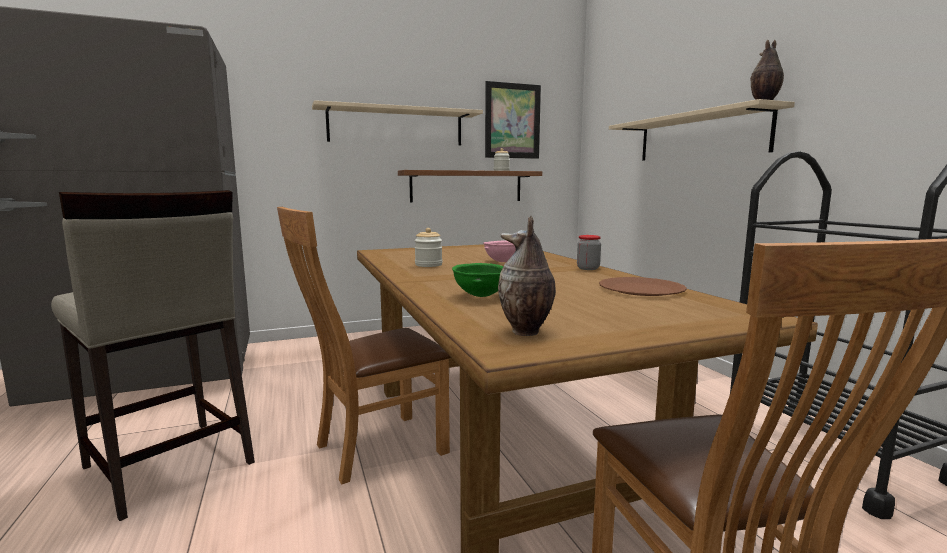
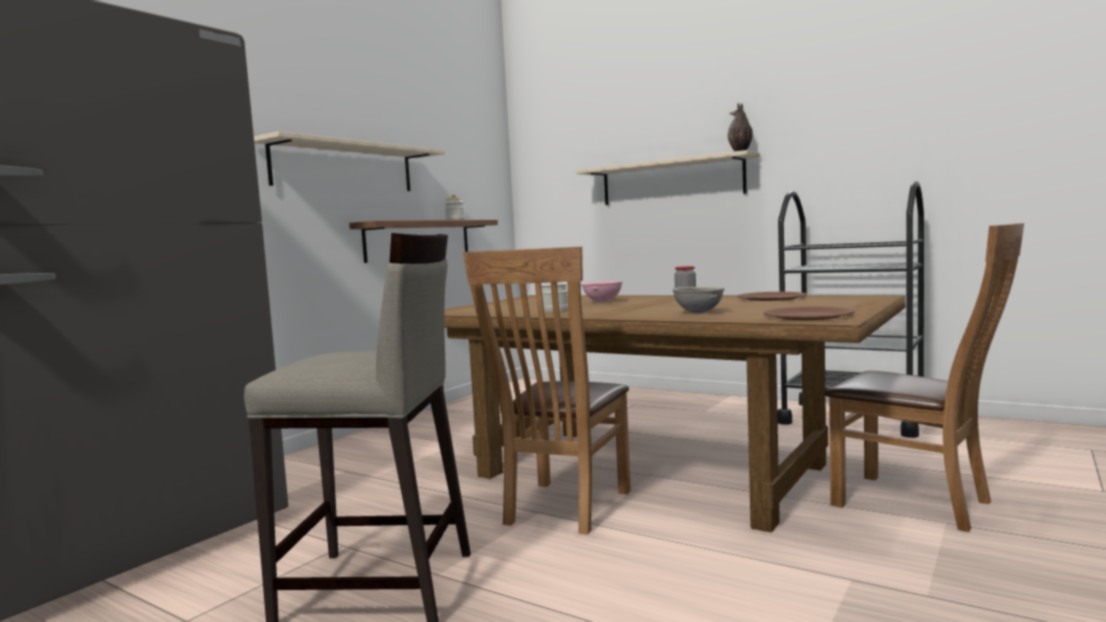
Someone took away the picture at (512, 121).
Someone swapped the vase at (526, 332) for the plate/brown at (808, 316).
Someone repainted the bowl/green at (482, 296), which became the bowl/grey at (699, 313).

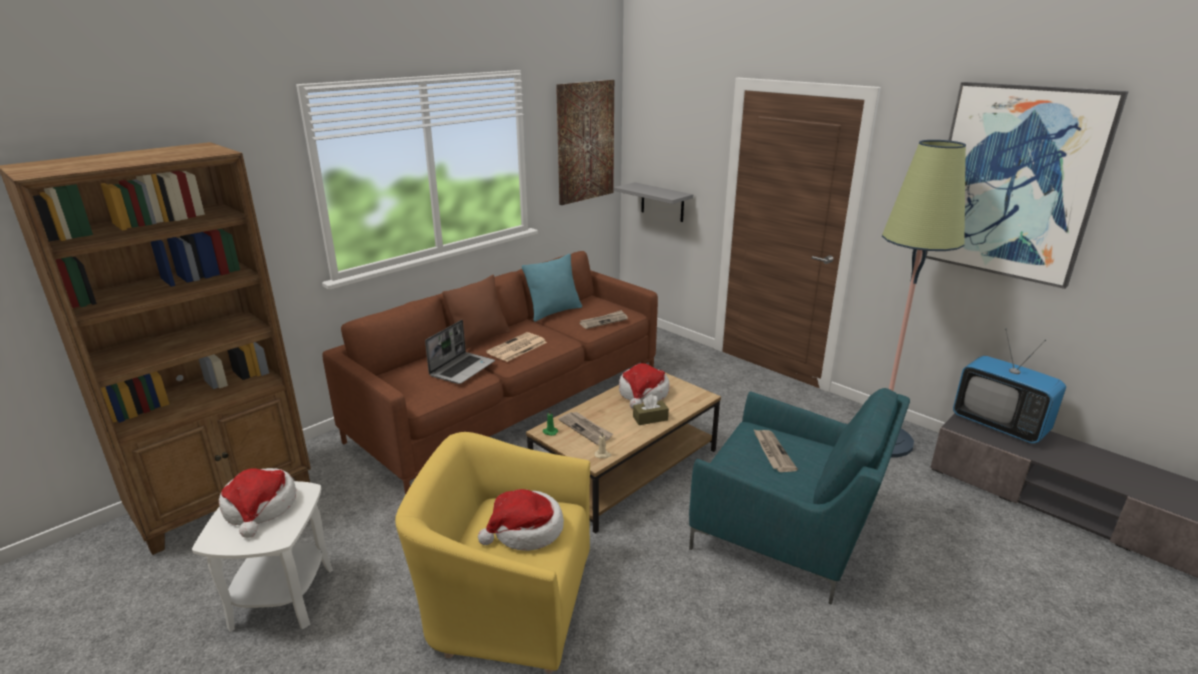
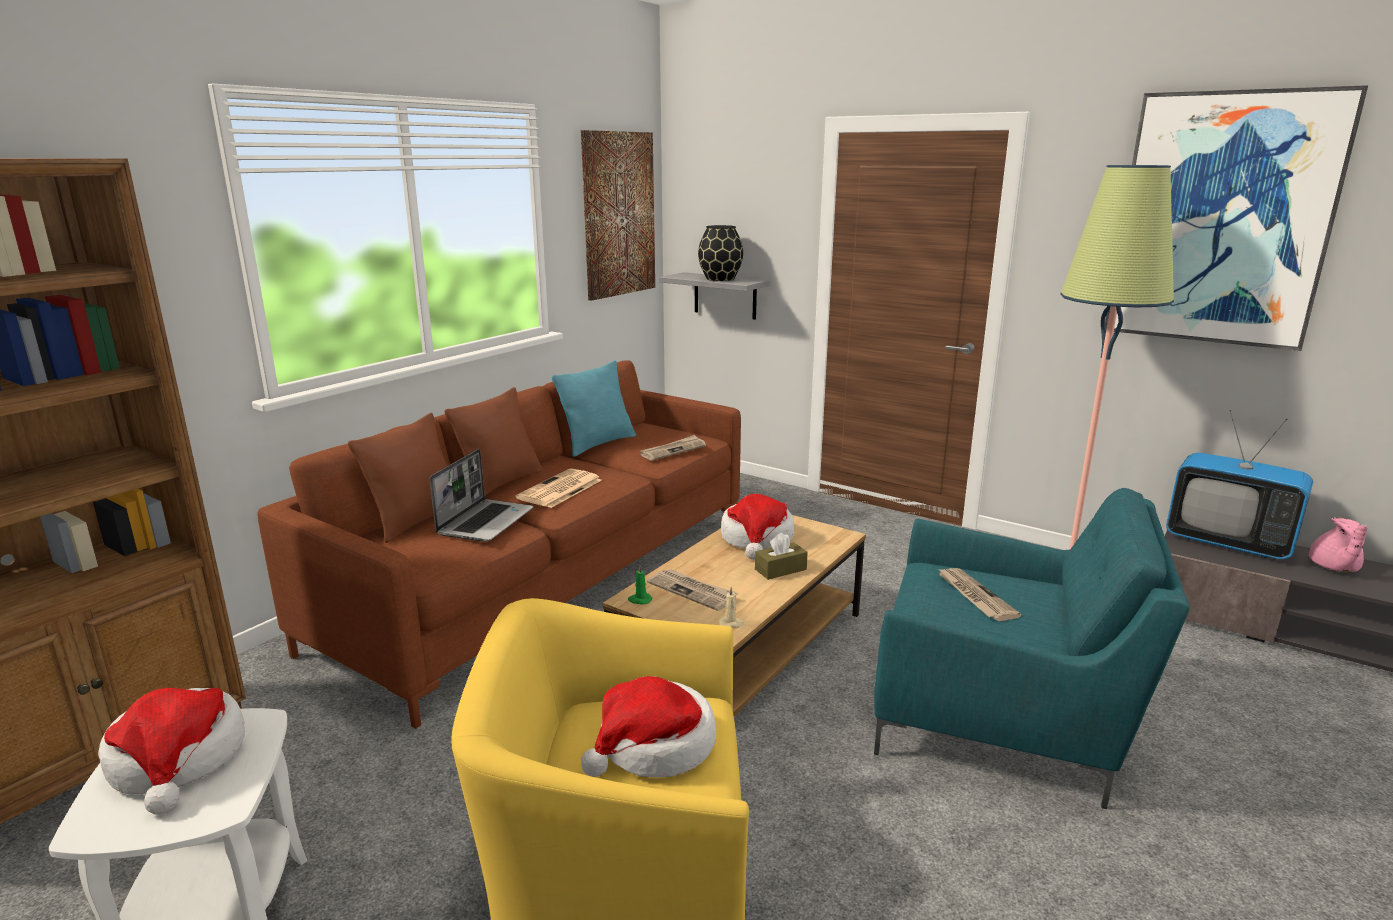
Someone put down the pillow/brown at (417, 520).
Someone put down the vase/black at (719, 279).
Someone put down the teapot/pink at (1333, 567).

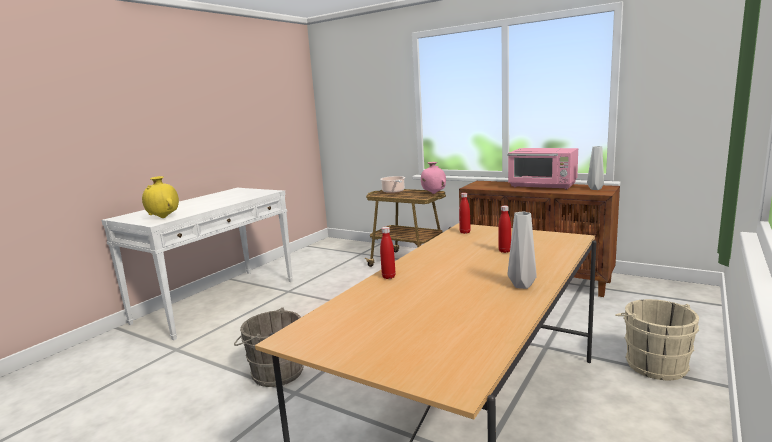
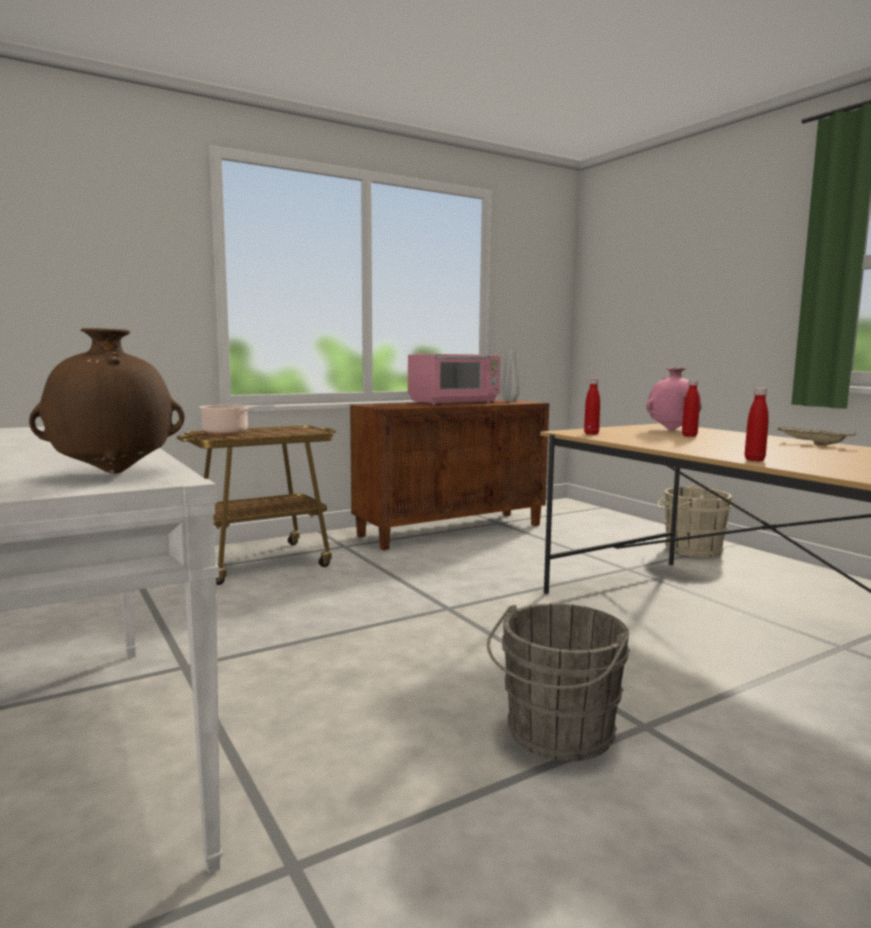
Someone carried the vase/pink from (433, 193) to (671, 430).
Someone swapped the vase/grey at (522, 285) for the tray/beige at (811, 444).
Someone repainted the vase/yellow at (164, 217), which became the vase/brown at (115, 473).

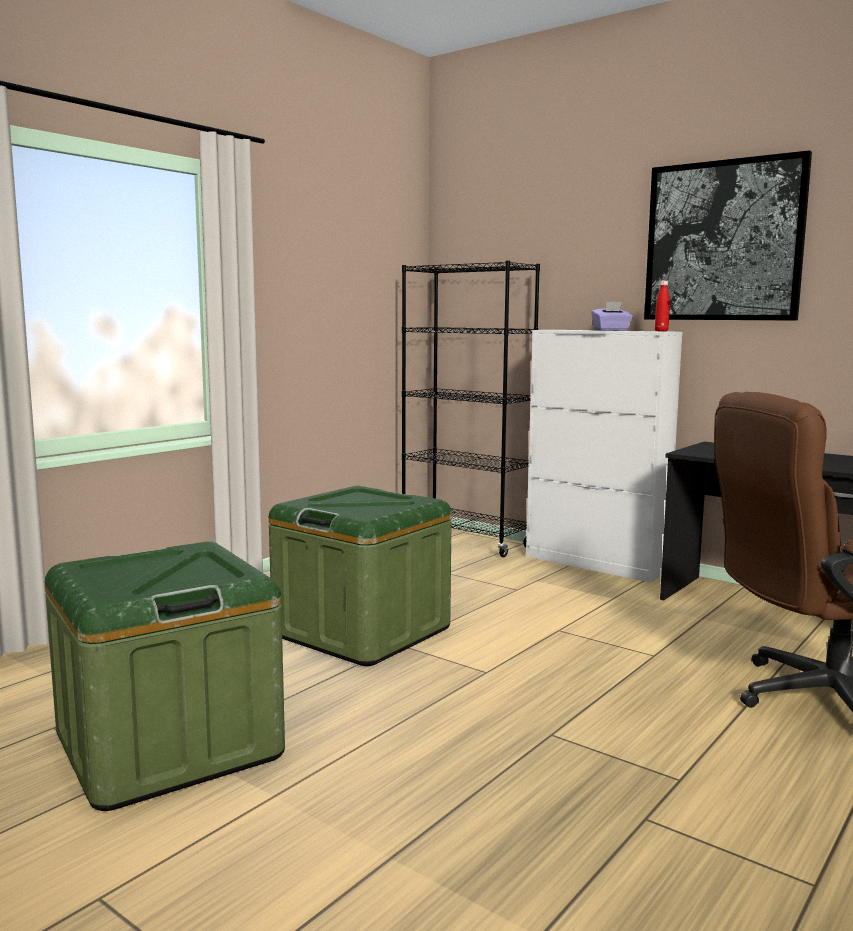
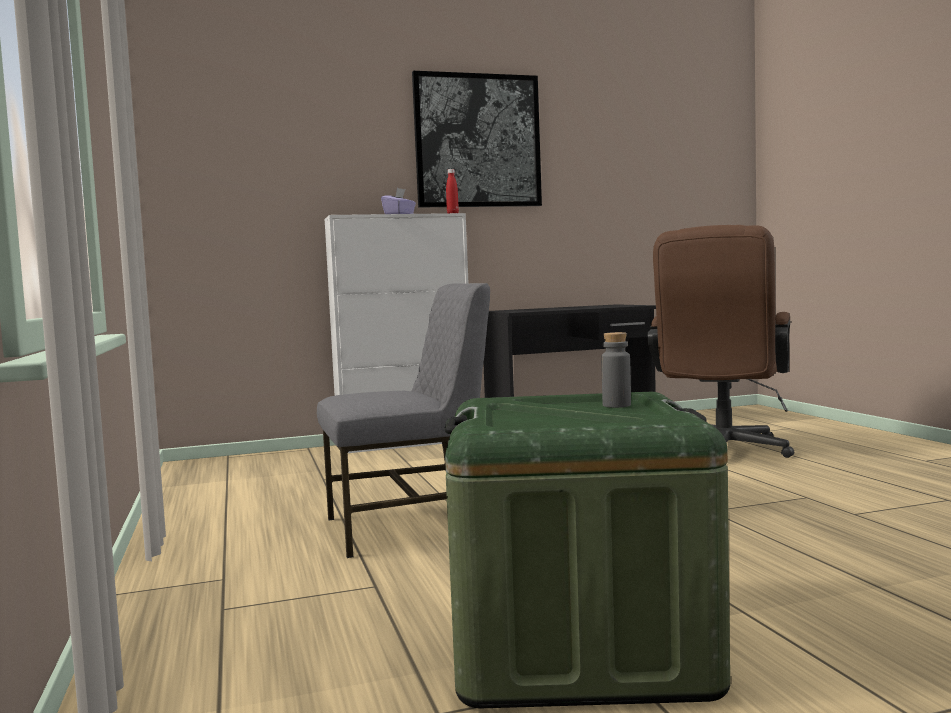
Someone took away the bookcase/black at (465, 541).
Someone put down the bottle/grey at (616, 405).
Someone swapped the storage box/green at (362, 631) for the chair/grey at (410, 527).

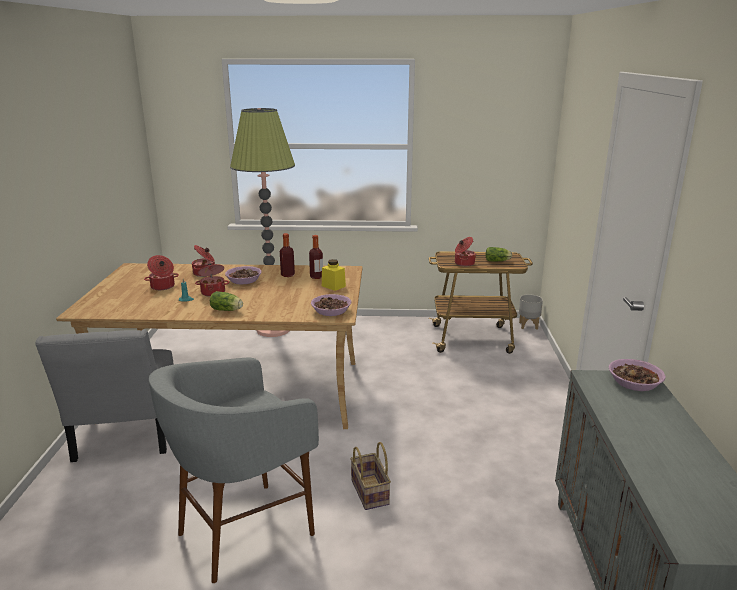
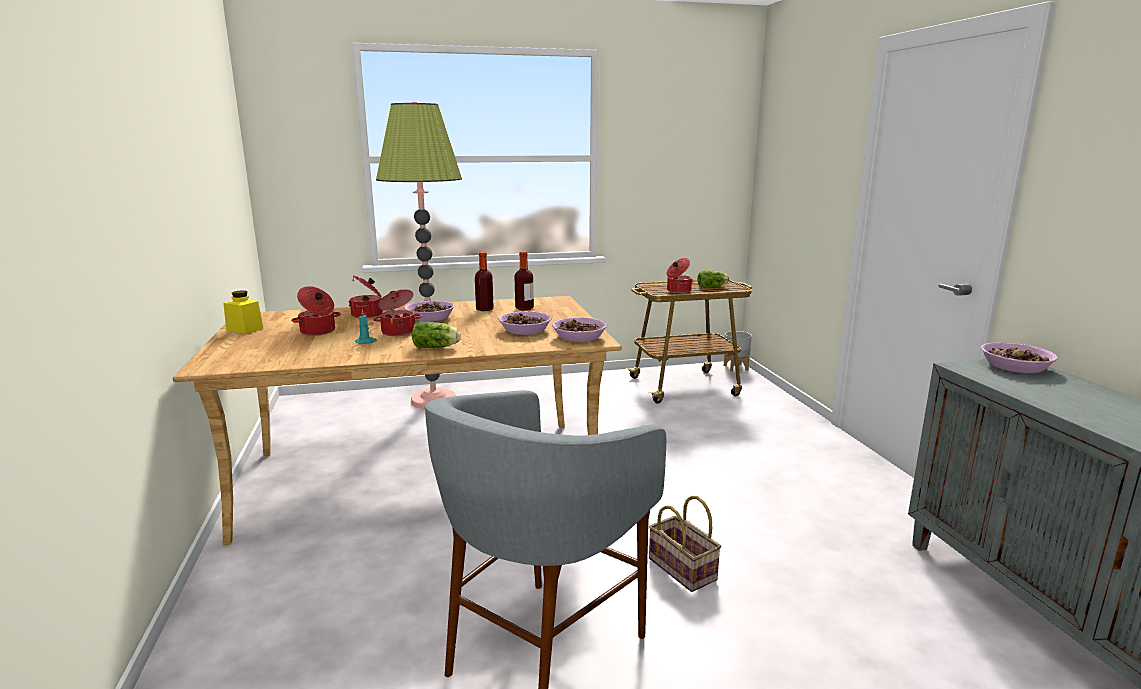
Someone took away the chair/grey at (126, 436).
Someone put down the bowl at (524, 330).
Someone carried the jar/yellow from (333, 286) to (245, 329).

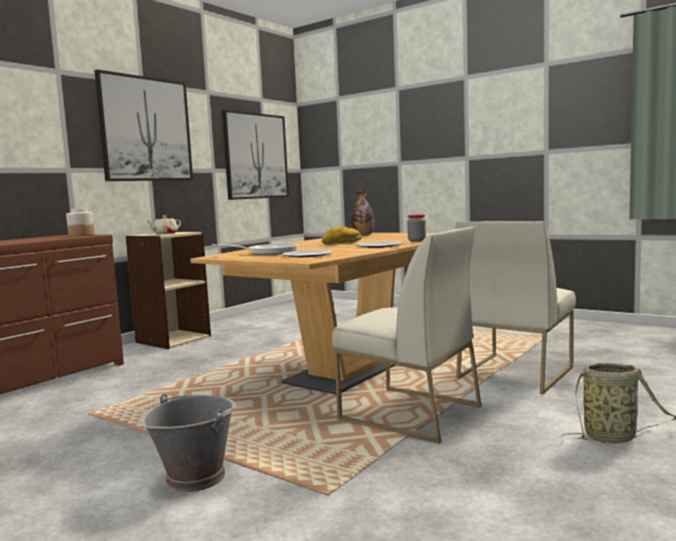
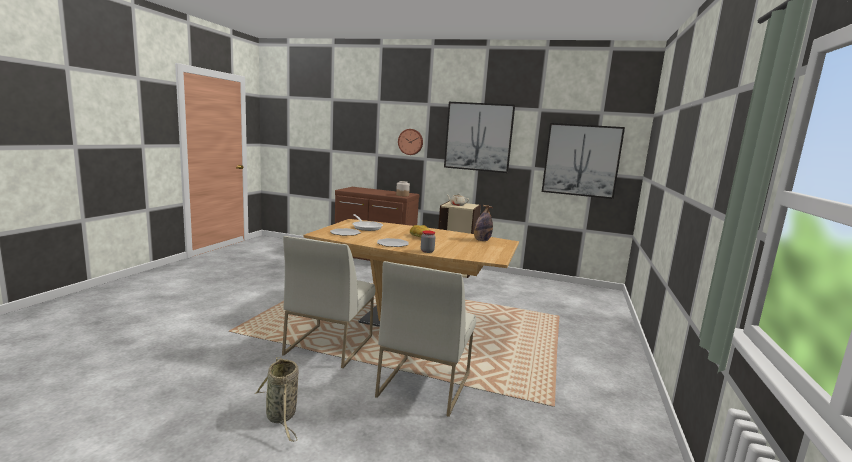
Someone took away the bucket/grey at (195, 477).
Someone put up the wall clock at (410, 142).
Someone rotated the chair/white at (515, 373) by 90 degrees counterclockwise.

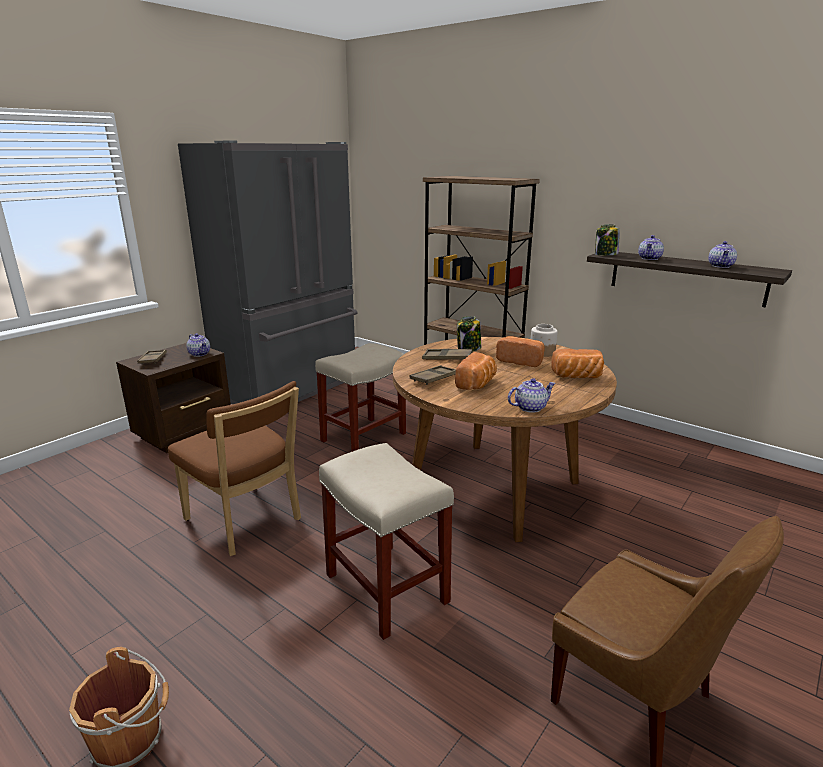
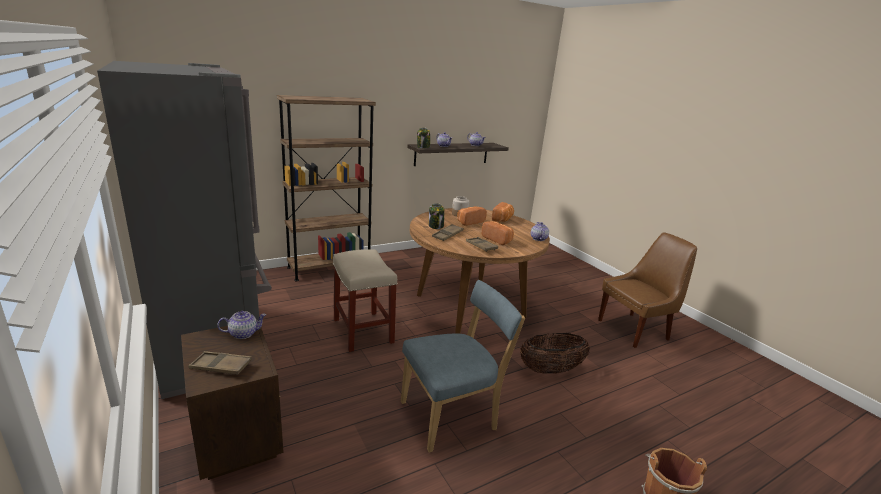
Someone swapped the stool/beige at (385, 587) for the basket at (550, 370).
Someone repainted the chair/brown at (246, 522), which became the chair/blue at (452, 415).

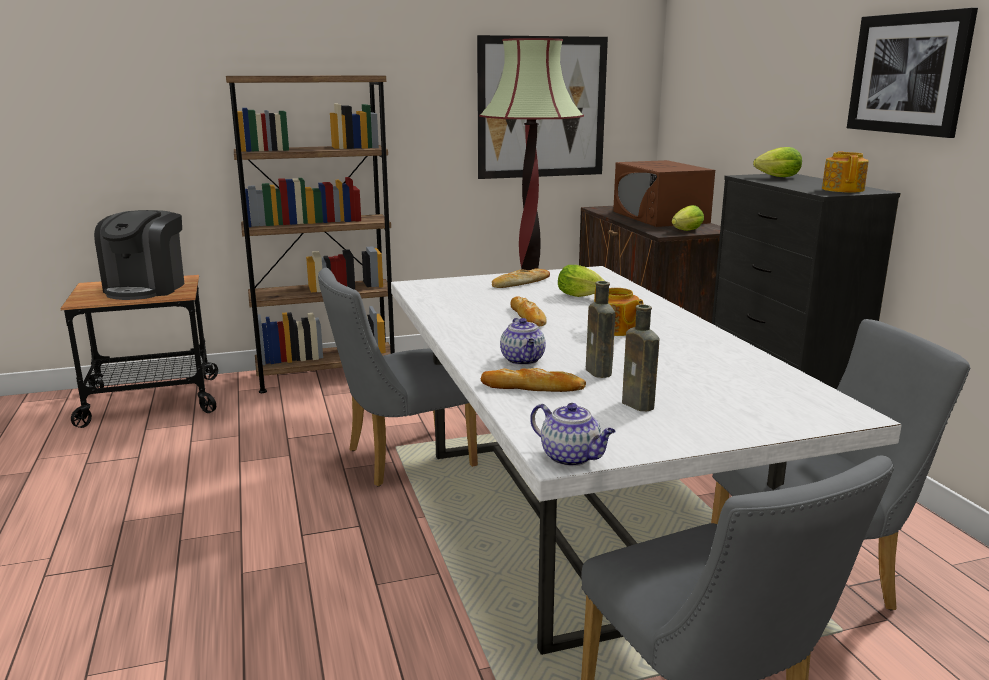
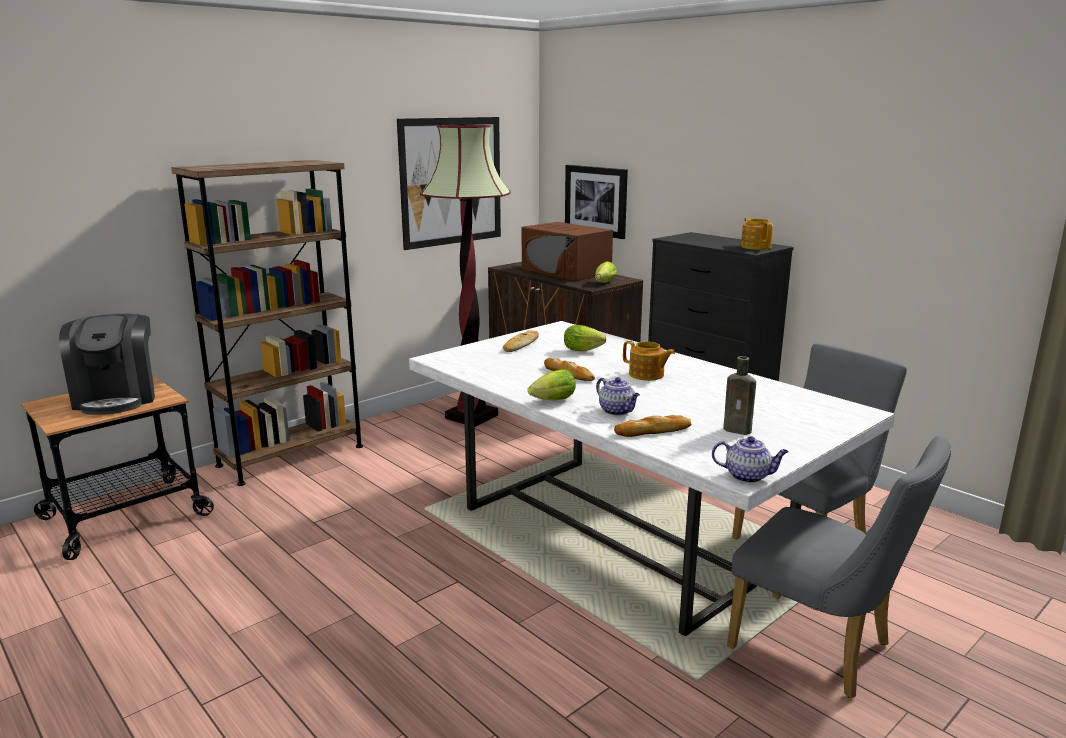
Someone took away the chair/grey at (401, 459).
Someone took away the bottle/brown at (599, 372).
Someone carried the lettuce from (775, 177) to (551, 401).
Someone carried the picture from (908, 74) to (596, 200).

